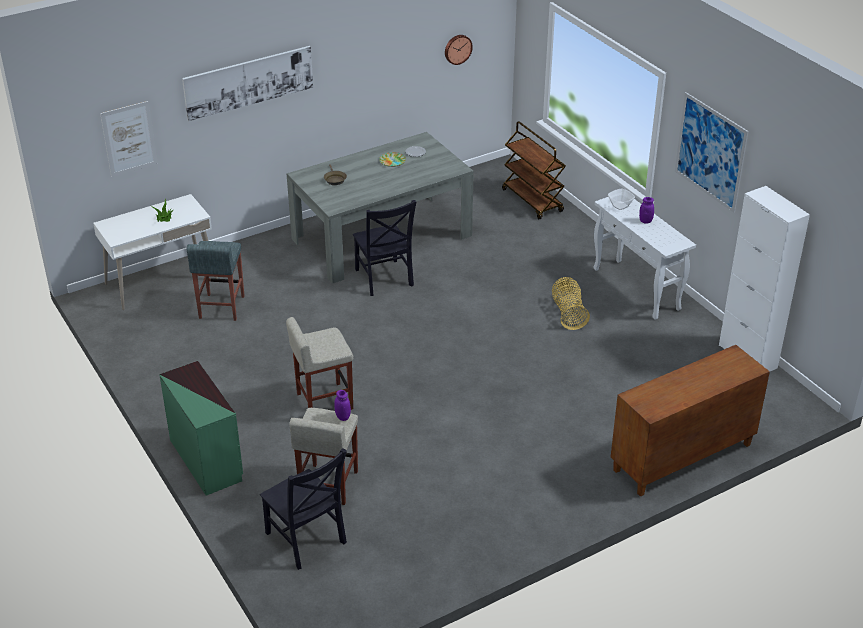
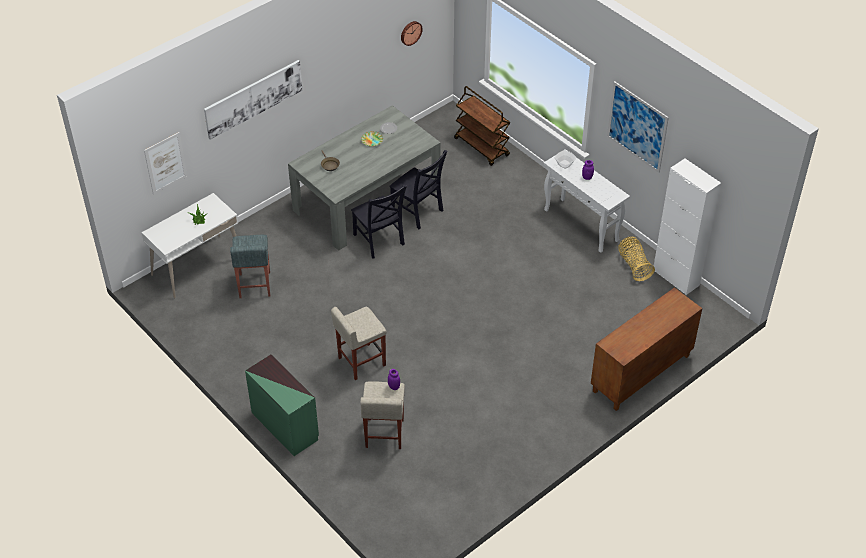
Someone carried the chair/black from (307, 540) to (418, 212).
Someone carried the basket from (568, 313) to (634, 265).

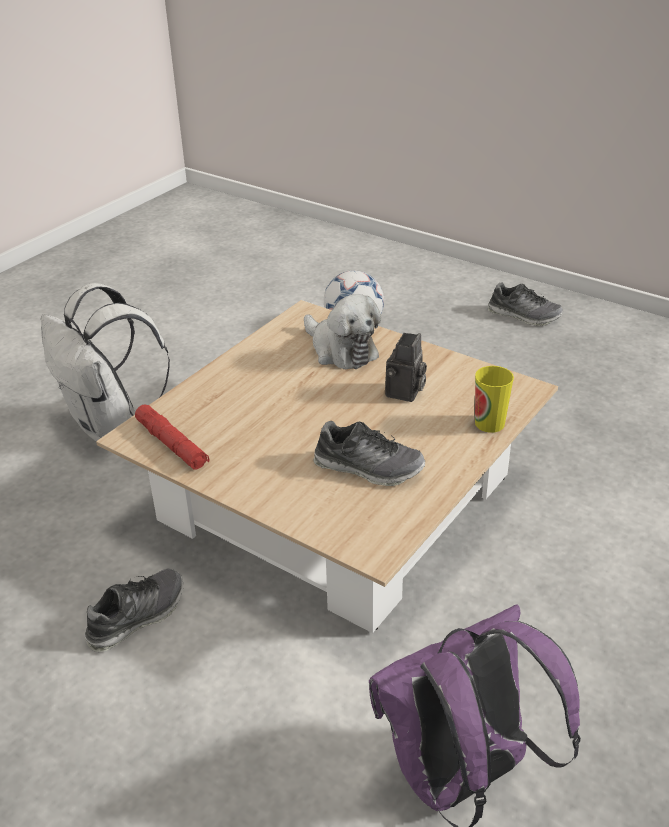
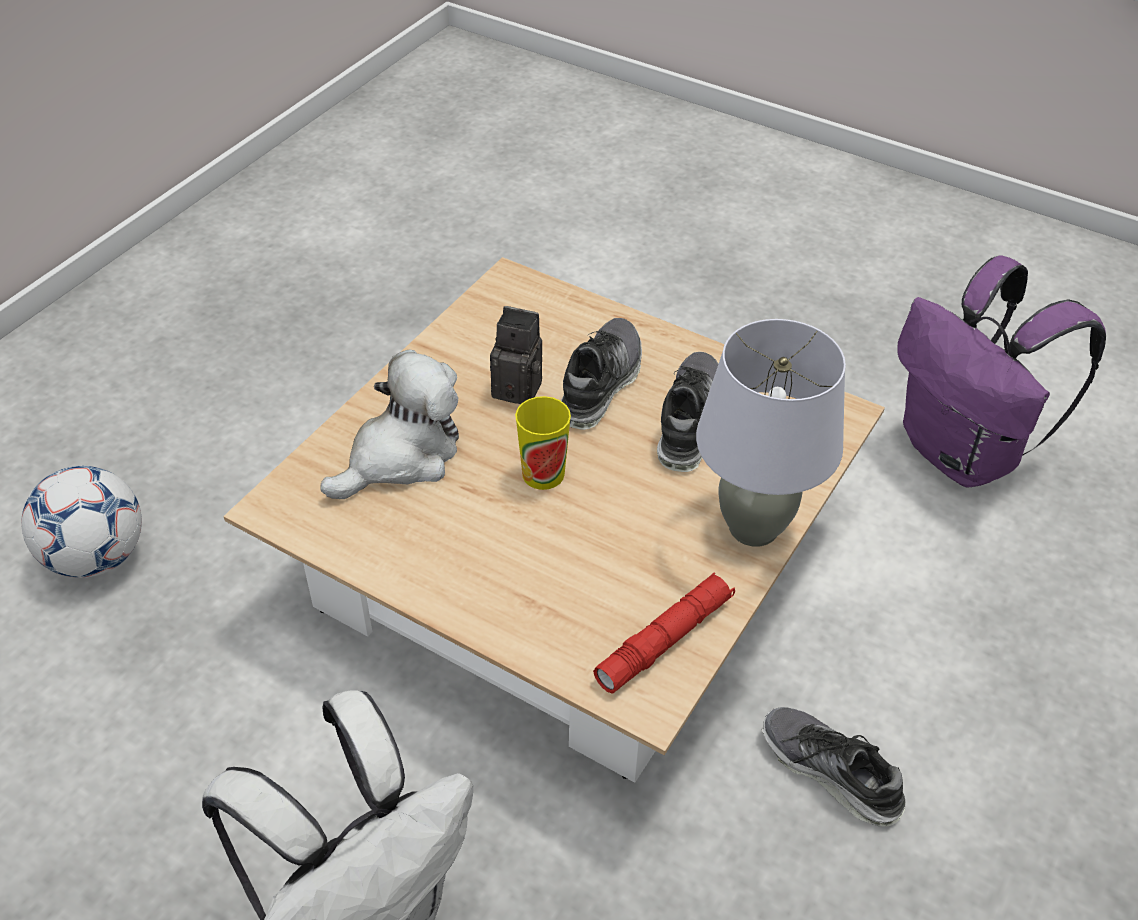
Someone put down the table lamp/grey at (752, 528).
Someone carried the cup from (489, 423) to (543, 474).
Someone carried the shoe from (524, 316) to (600, 383).

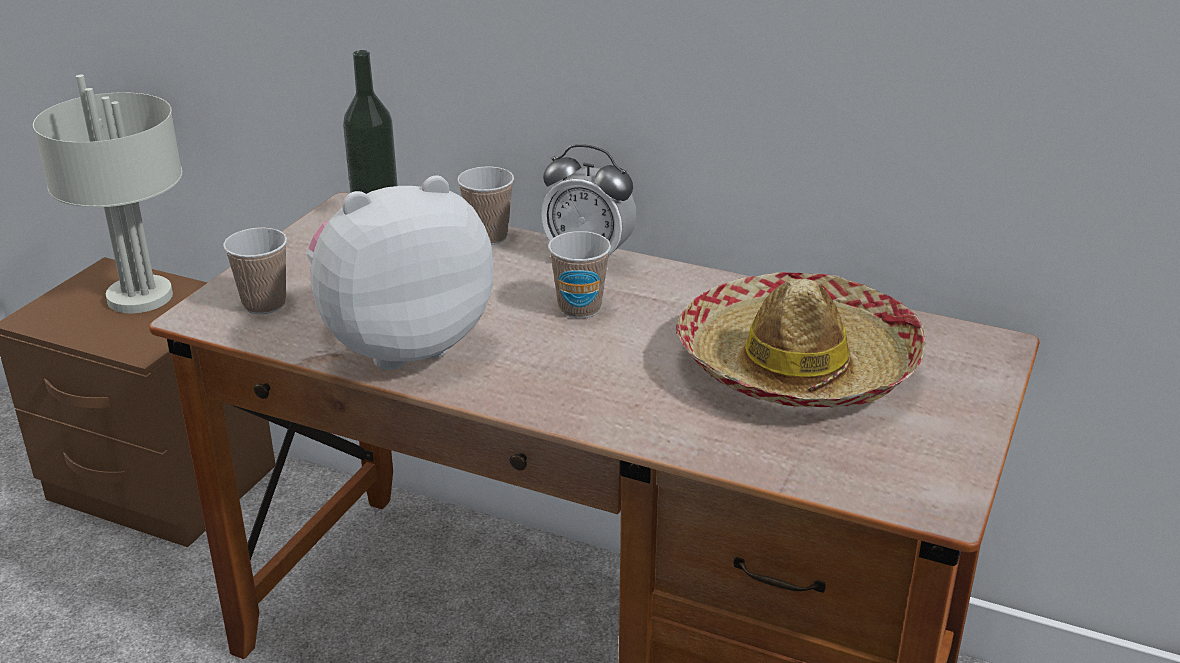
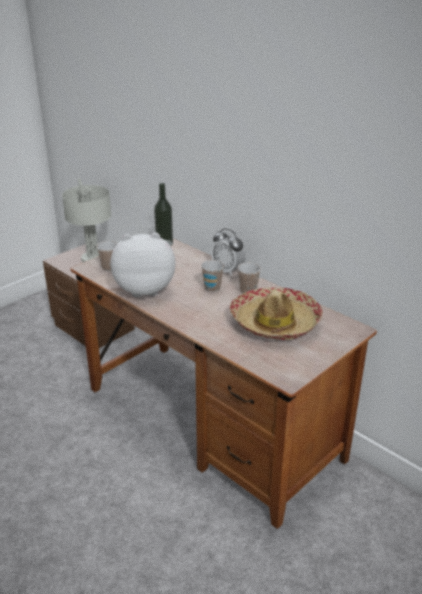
Someone carried the cup from (488, 237) to (248, 291).

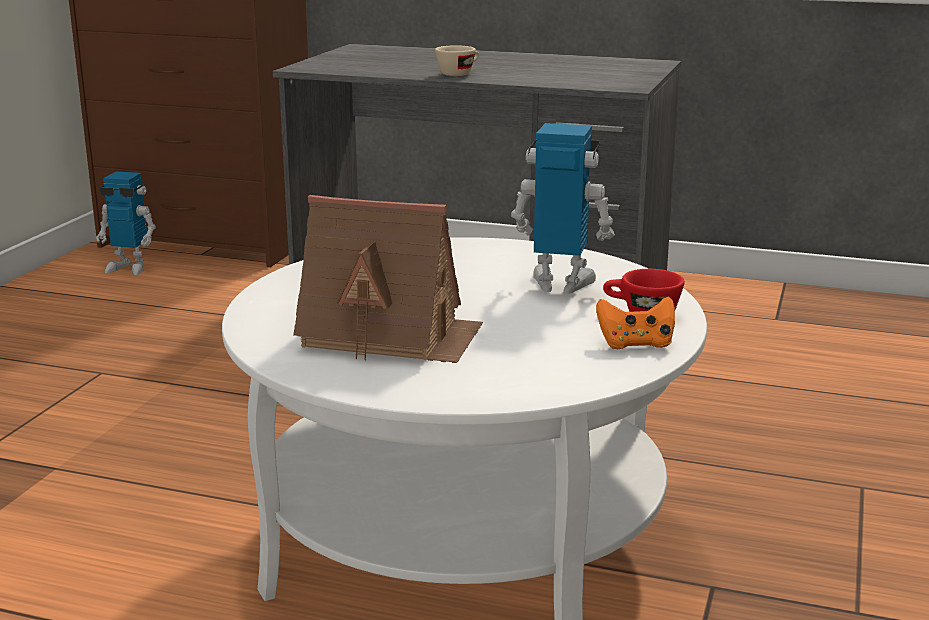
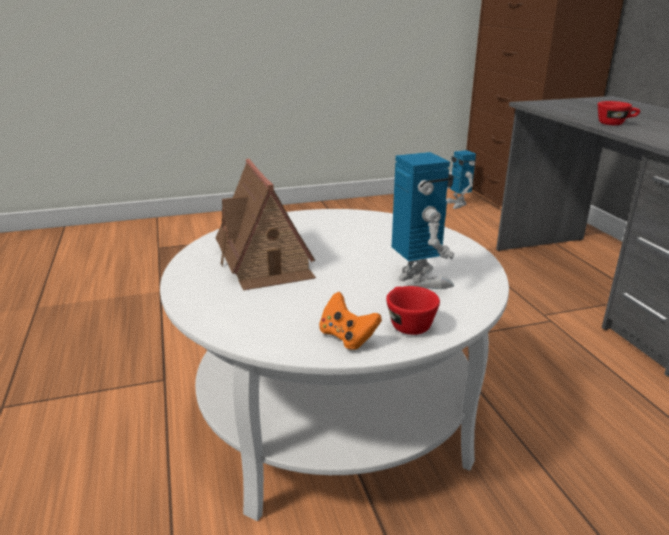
Someone repainted the cup/beige at (459, 73), which became the cup/red at (615, 124).

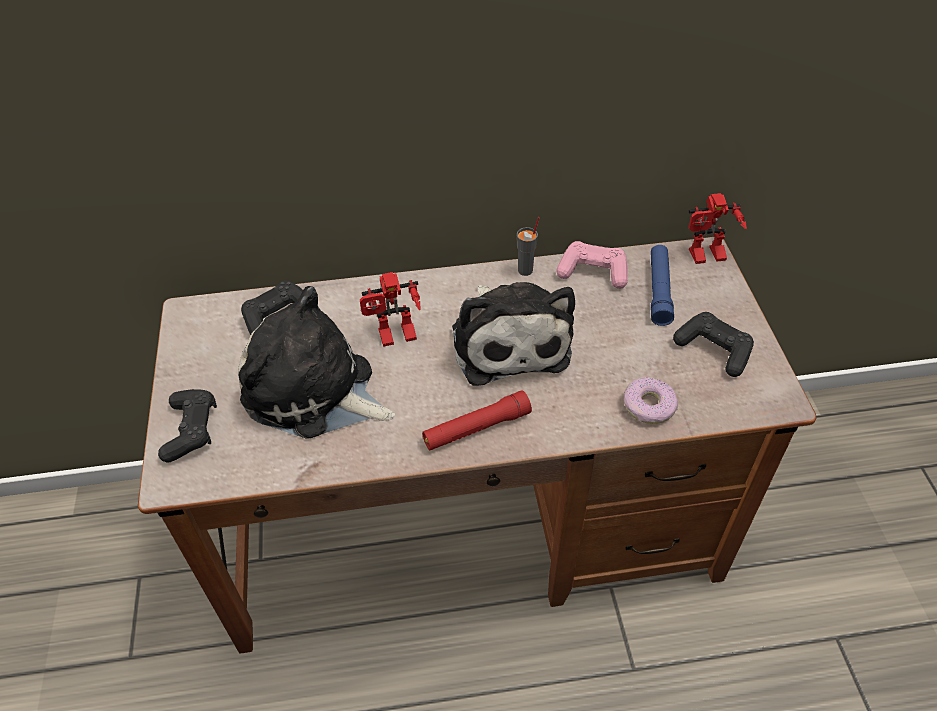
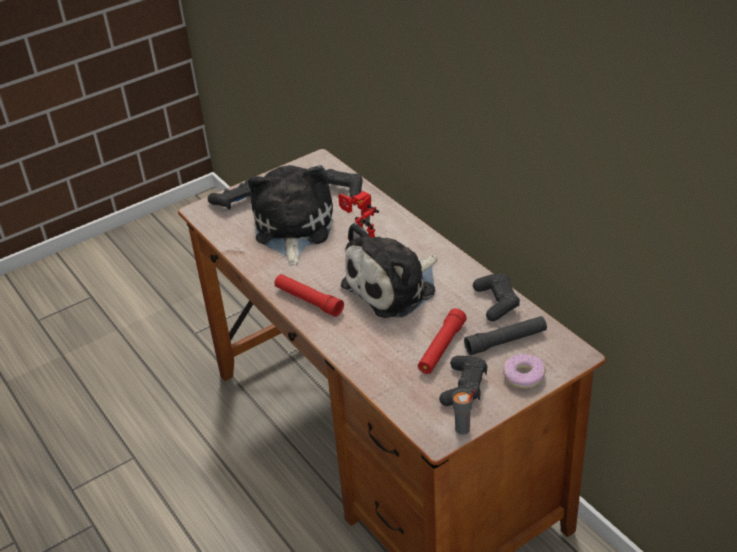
Someone took away the toy robot at (706, 258).
Someone put down the flashlight/red at (441, 348).
Someone carried the cup/grey from (526, 270) to (462, 429).
Someone carried the donut from (648, 406) to (523, 376).
Someone repainted the game controller/pink at (593, 272), which became the game controller/black at (496, 302).
Someone repainted the flashlight/blue at (659, 290), which became the flashlight/black at (506, 341).

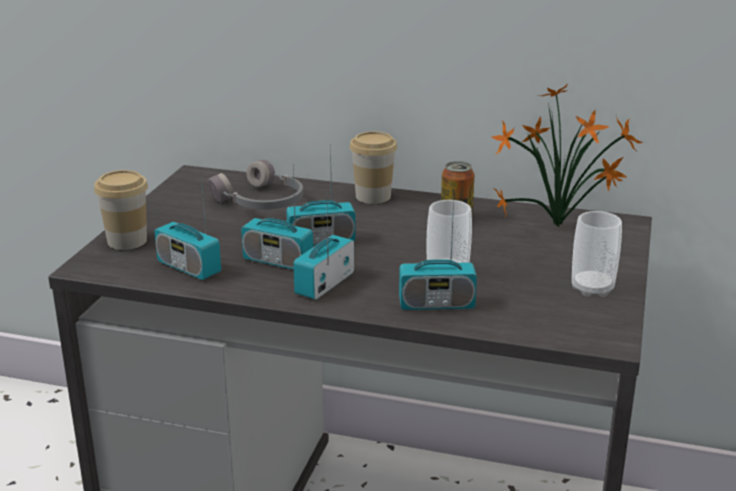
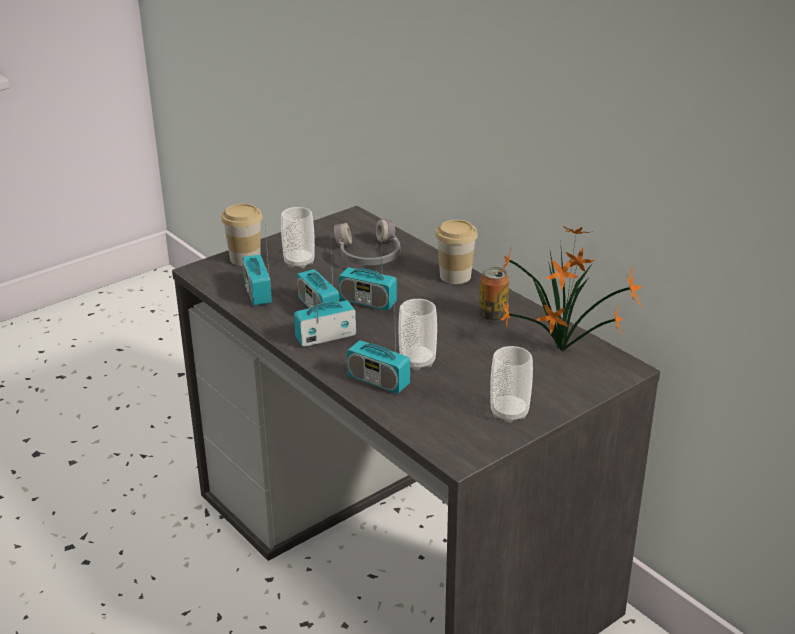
Someone put down the cup at (299, 262).

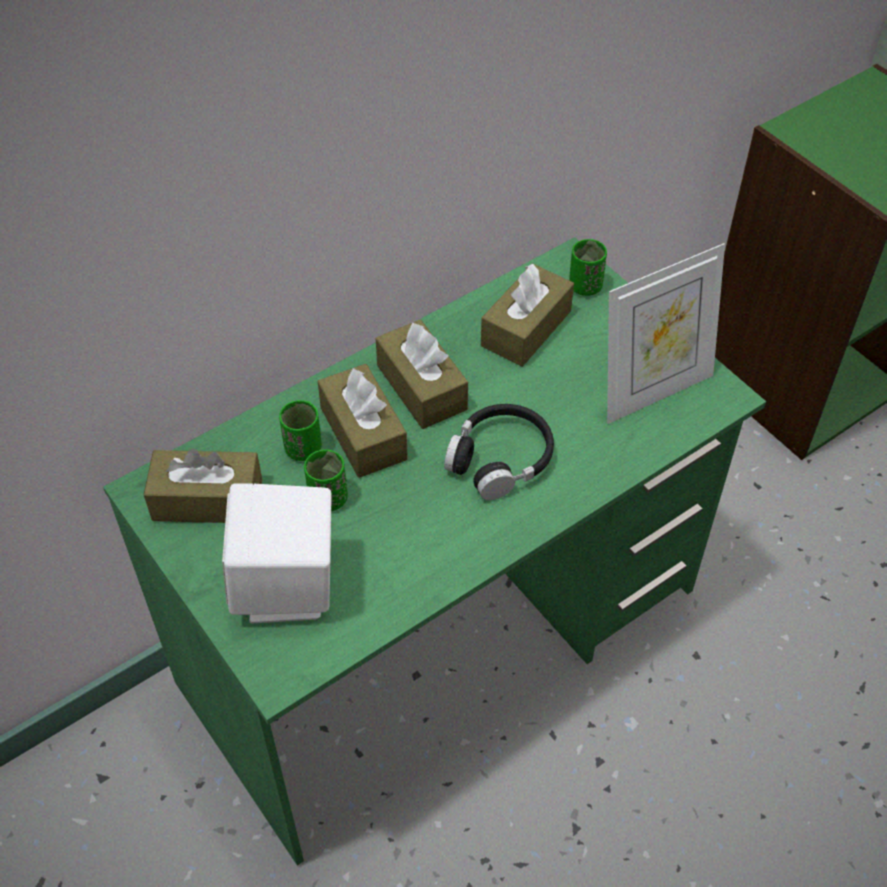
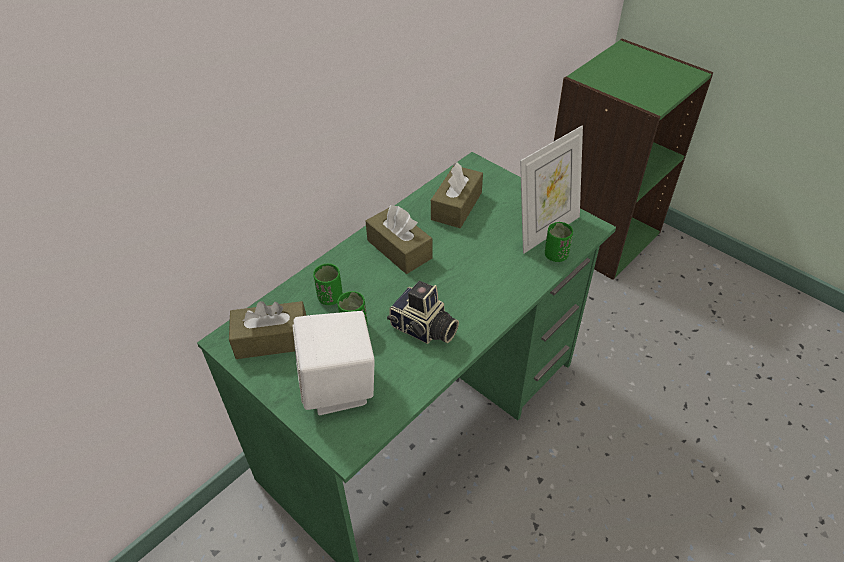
Someone took away the tissue box/brown at (363, 433).
Someone took away the headphones/black at (500, 459).
Someone put down the photo camera at (423, 329).
Someone carried the cup/green from (585, 286) to (555, 255).

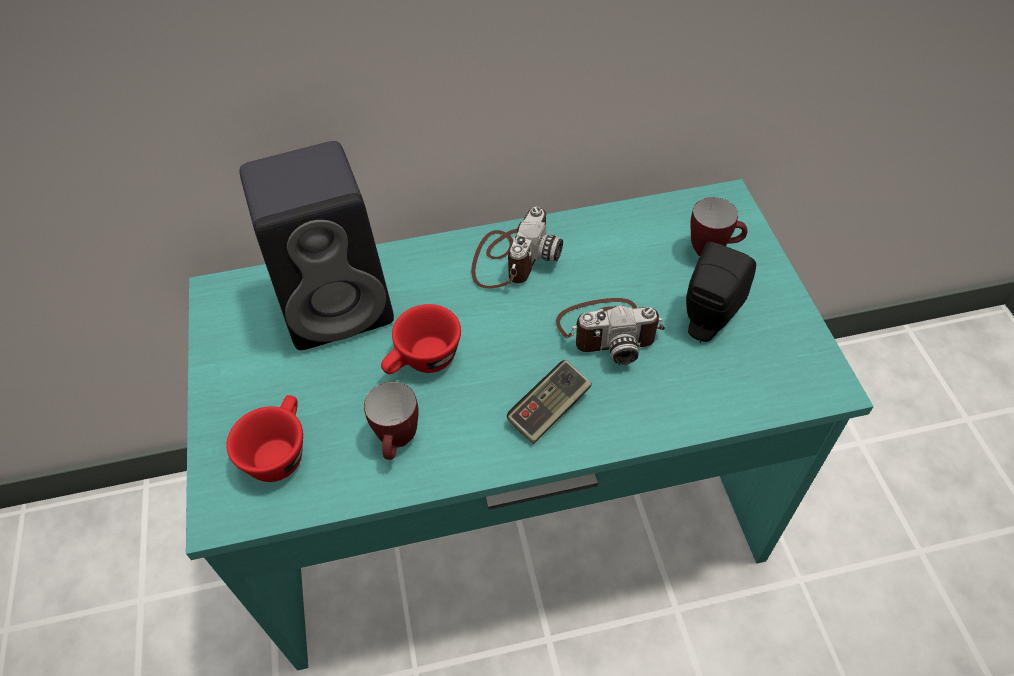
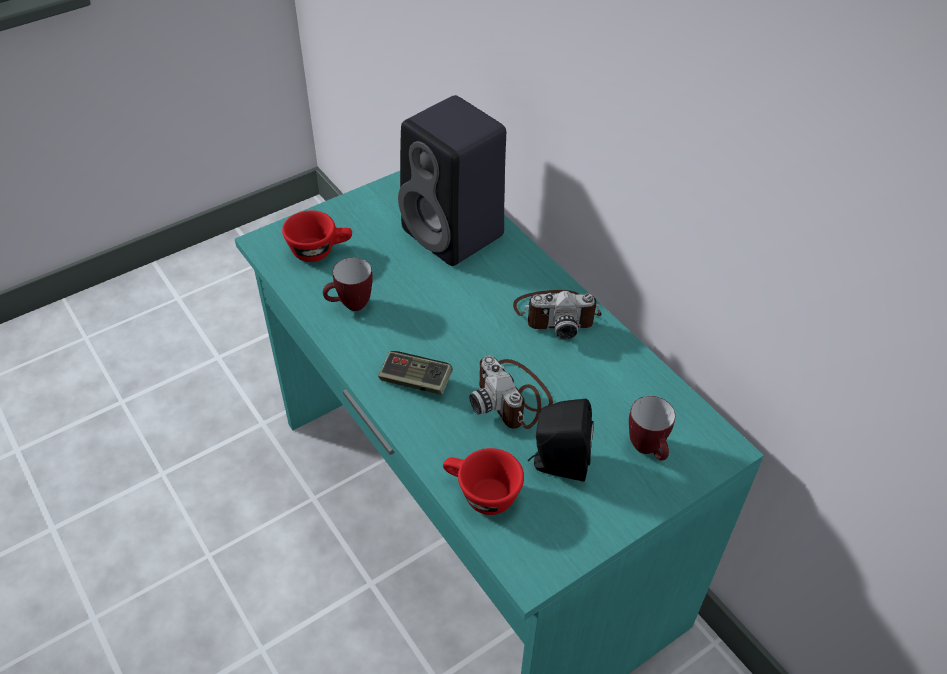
Someone carried the cup/red from (423, 362) to (480, 494).

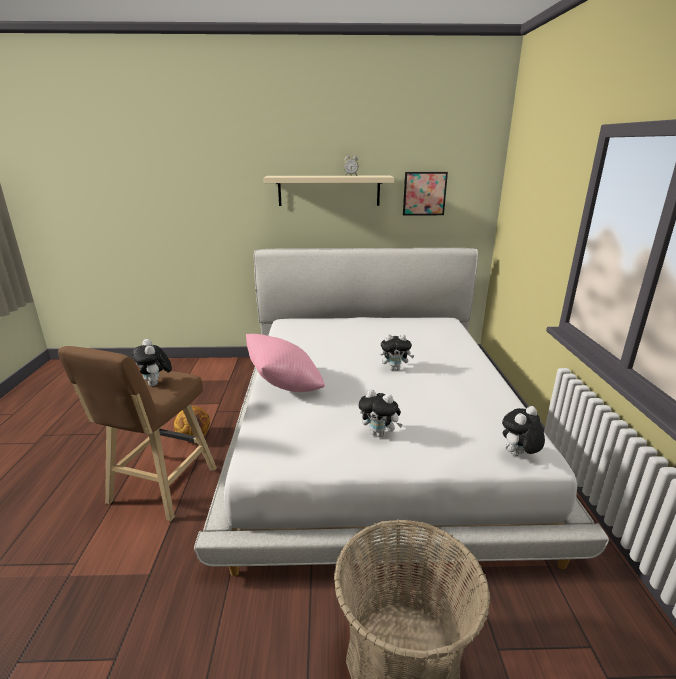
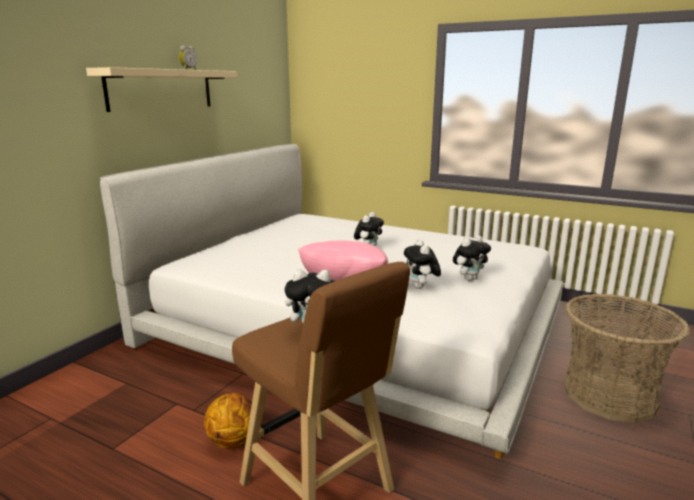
Someone took away the picture at (424, 193).
Someone carried the plush toy from (518, 455) to (421, 287).

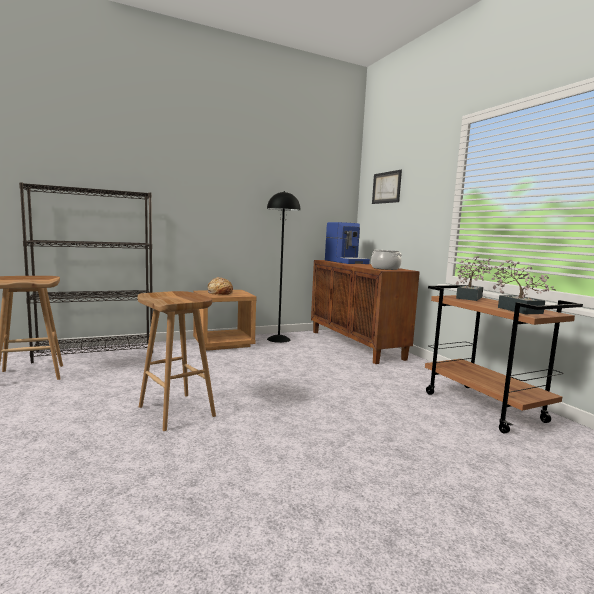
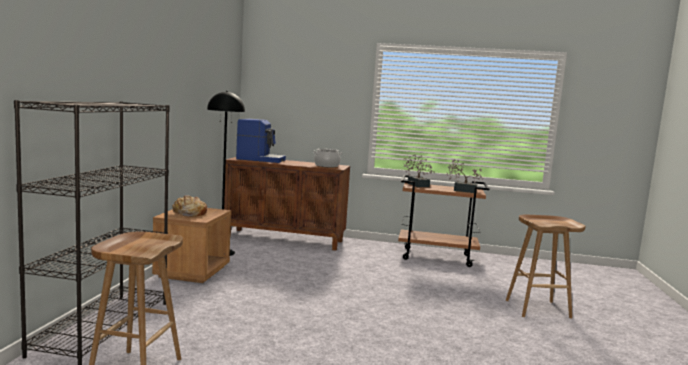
Someone took away the picture at (386, 187).
Someone carried the stool/brown from (177, 411) to (538, 308).

